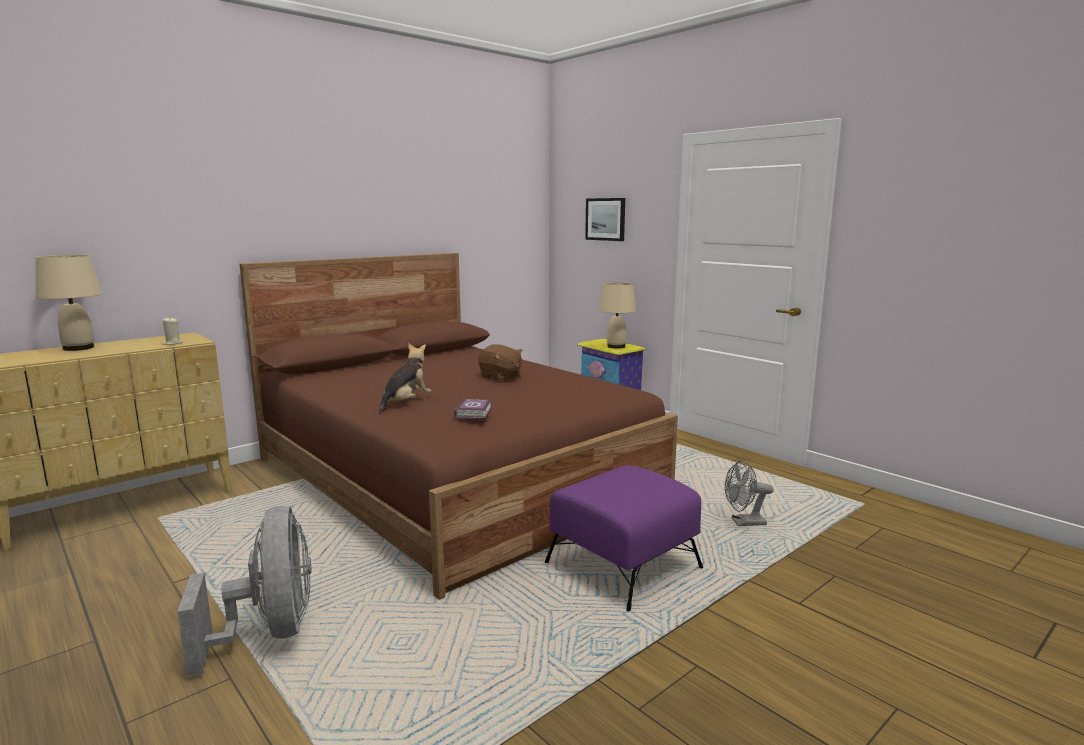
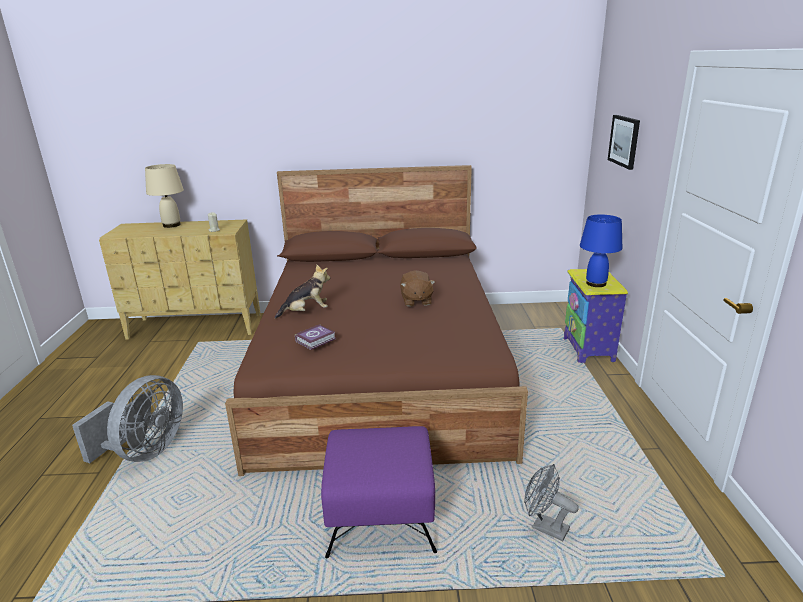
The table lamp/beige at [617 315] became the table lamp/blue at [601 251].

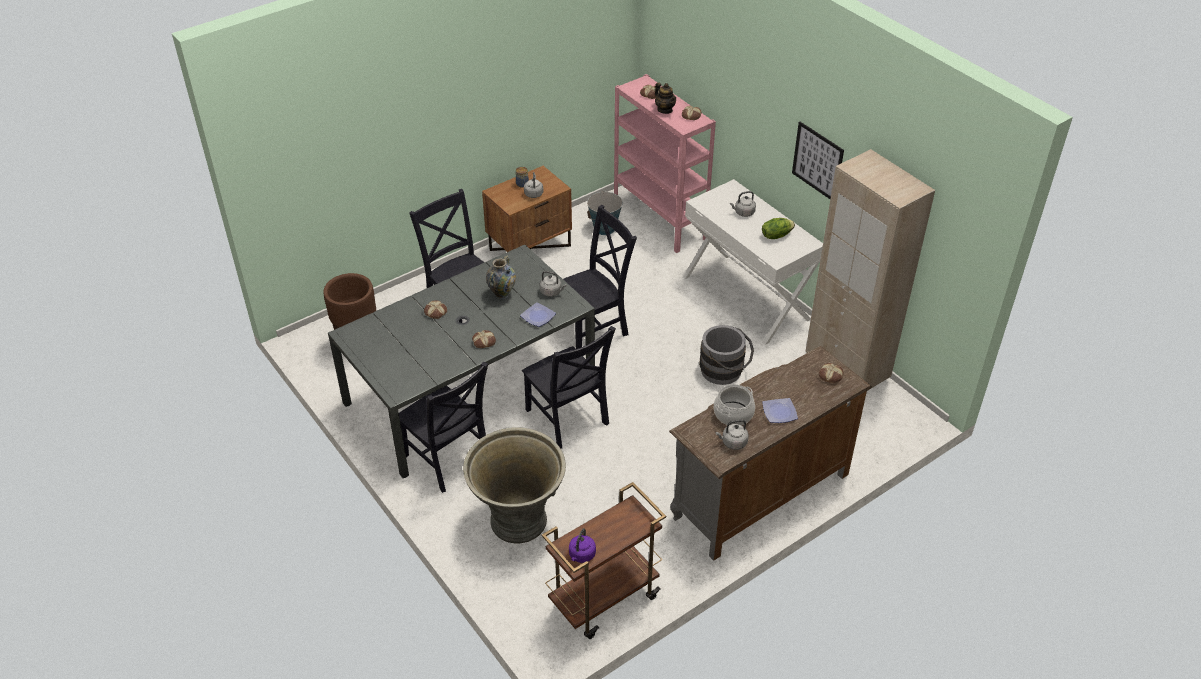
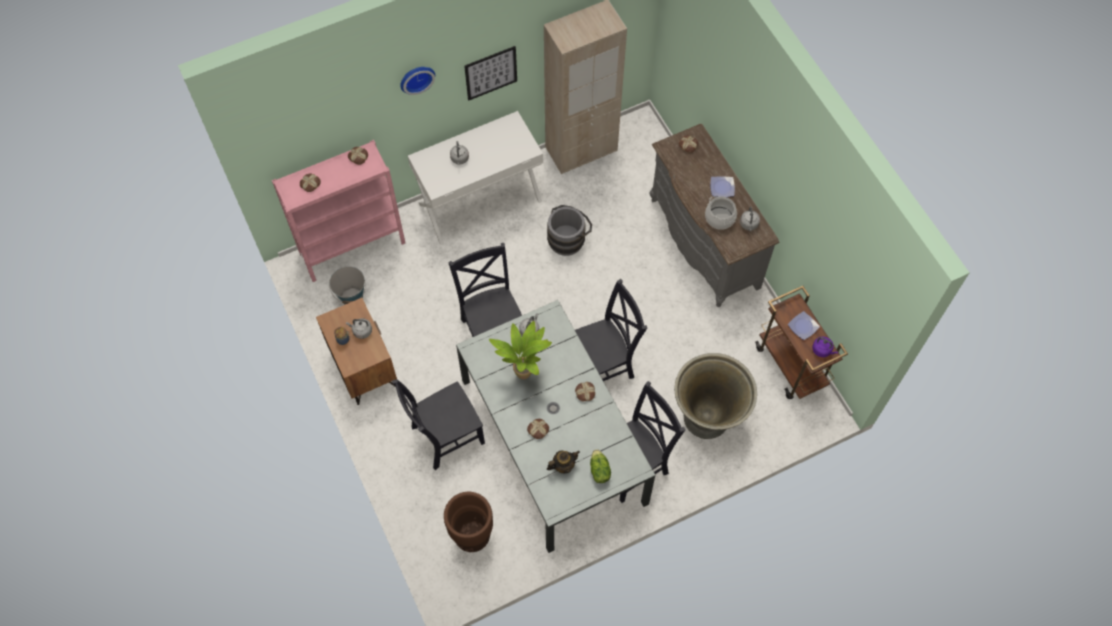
The wall clock at [417 81] appeared. The plate moved from [538 314] to [804 325]. The teapot moved from [665 98] to [563 462]. The lettuce moved from [778 228] to [600 466]. The vase at [501 277] was replaced by the potted plant at [520 350].

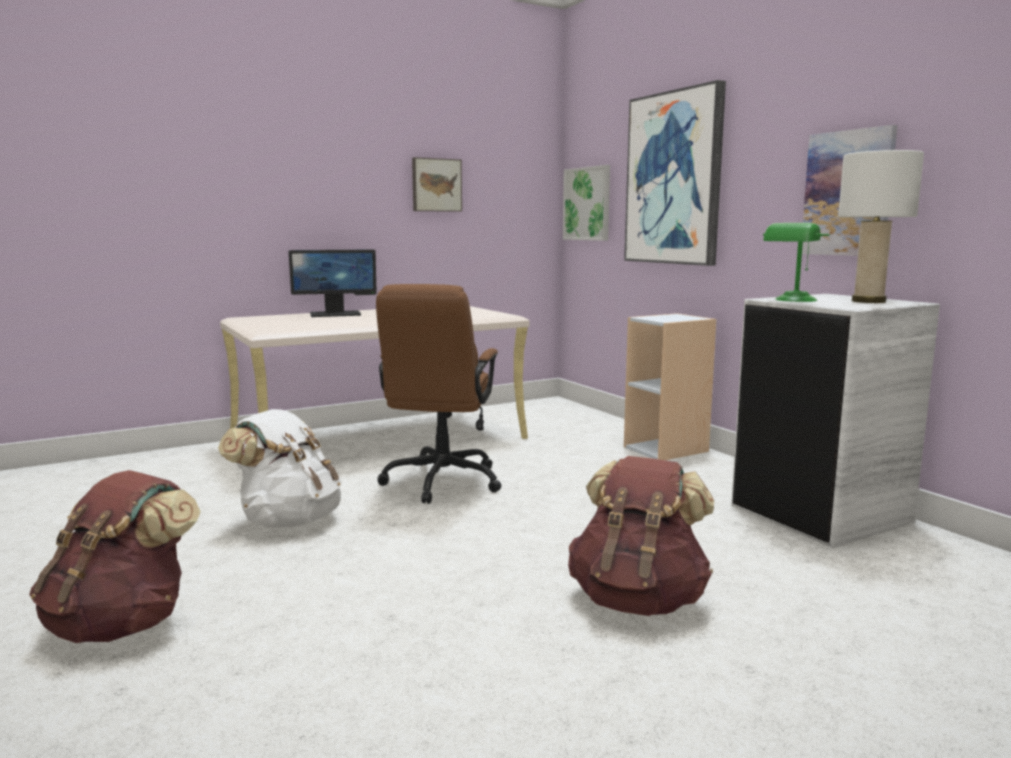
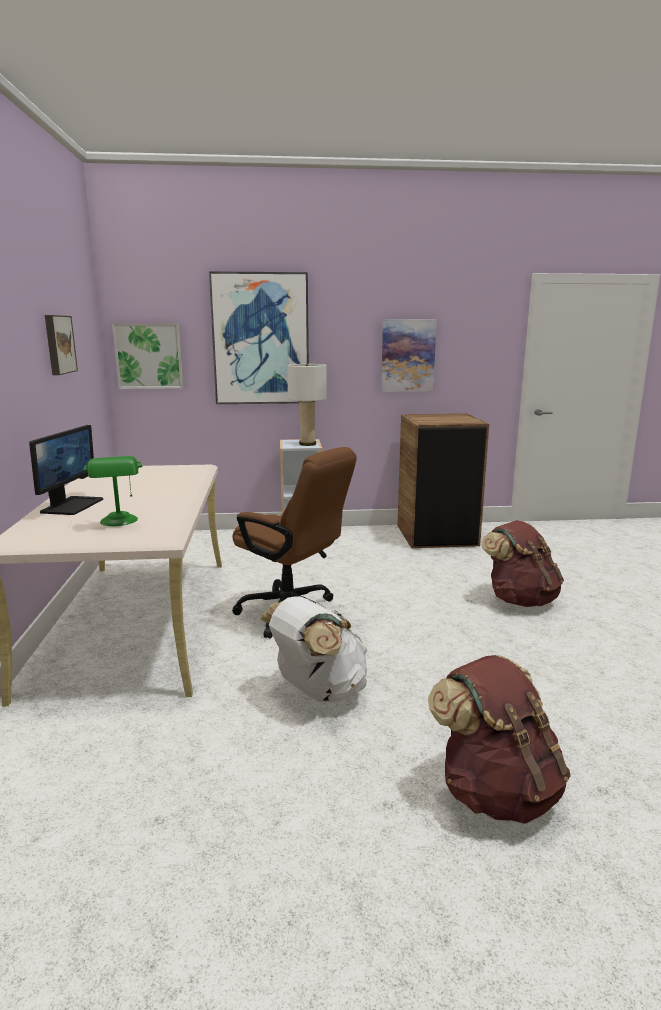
The table lamp/green moved from [796 262] to [112 491]. The table lamp/white moved from [881 226] to [307 405]. The cabinet/white at [835 421] became the cabinet/brown at [443 480].

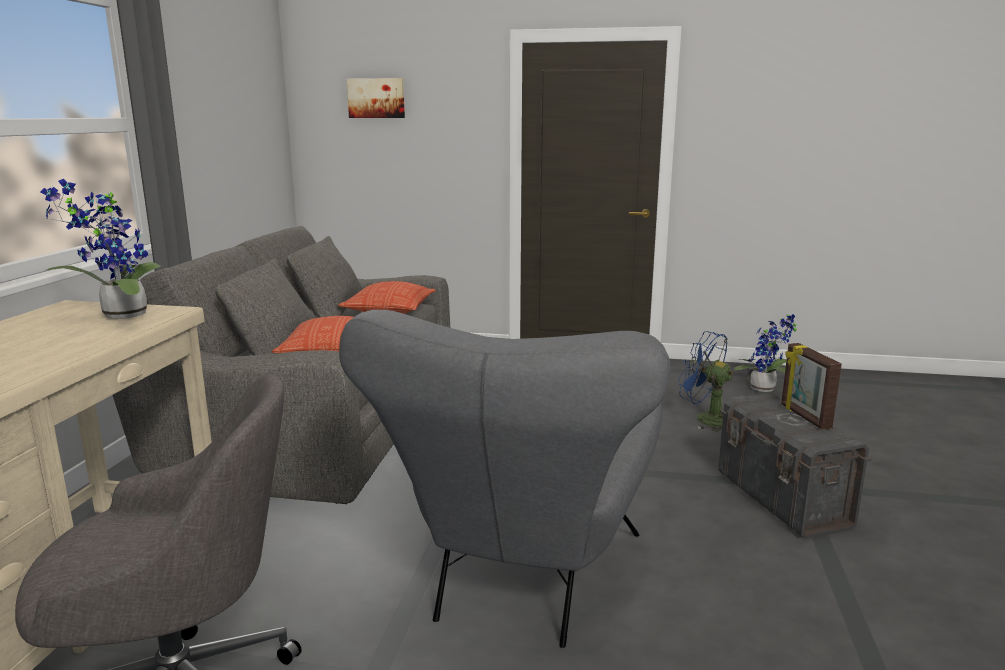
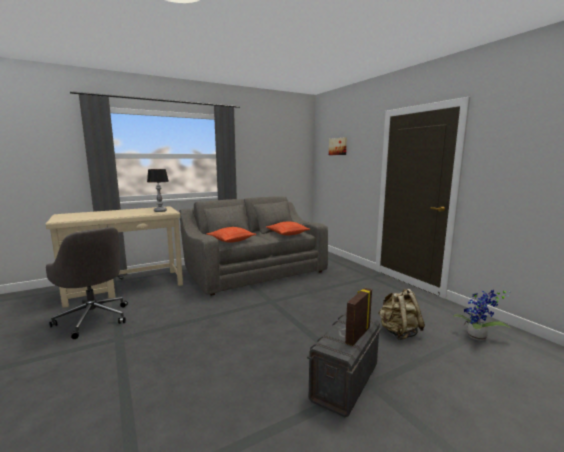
The armchair/grey at [504 479] disappeared. The potted plant at [100 249] was replaced by the table lamp at [158 190]. The fan/blue at [705 381] was replaced by the backpack/beige at [401 314].

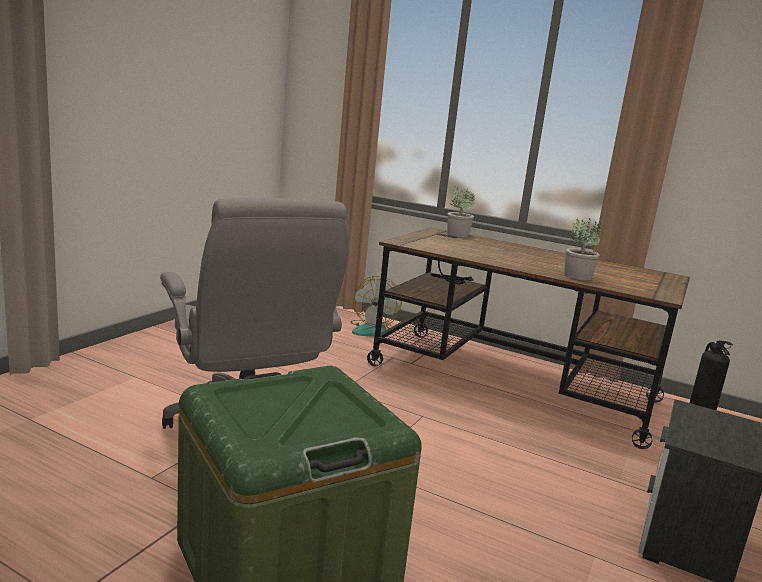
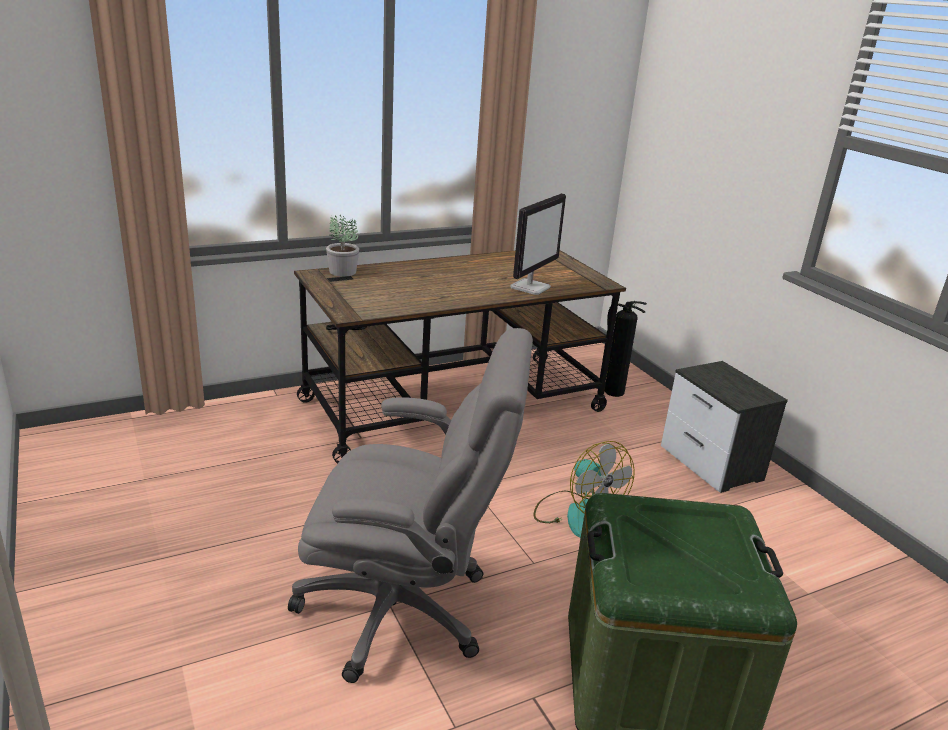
The fan moved from [376 306] to [584 489]. The potted plant at [583 249] was replaced by the monitor at [538 244].

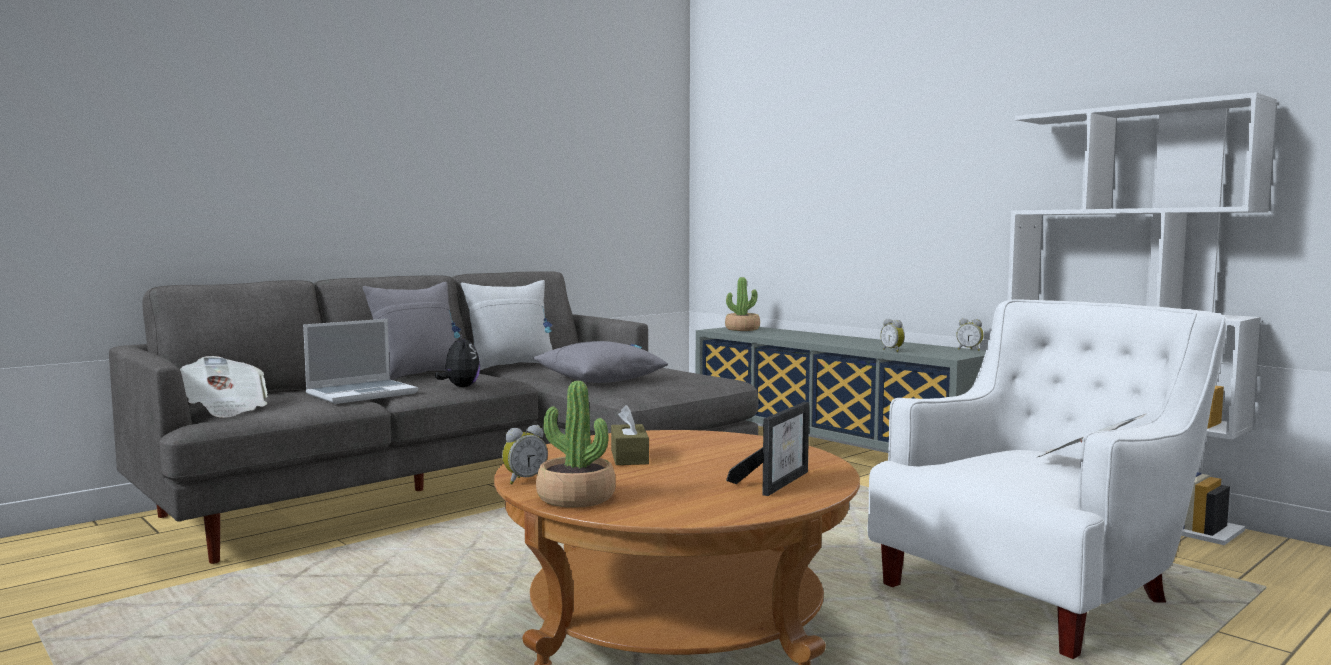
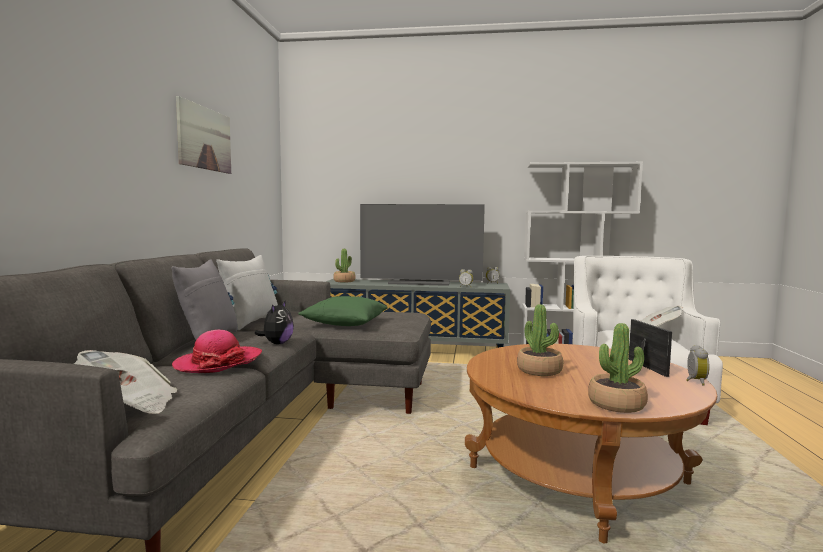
The picture at [203 135] appeared. The television at [422 245] appeared. The alarm clock moved from [525 454] to [698 365]. The laptop at [360 361] was replaced by the hat at [217 351]. The tissue box/brown at [630 435] was replaced by the potted plant at [540 340]. The pillow/grey at [600 362] became the pillow/green at [343 311]. The plush toy at [457 360] turned 75 degrees clockwise.

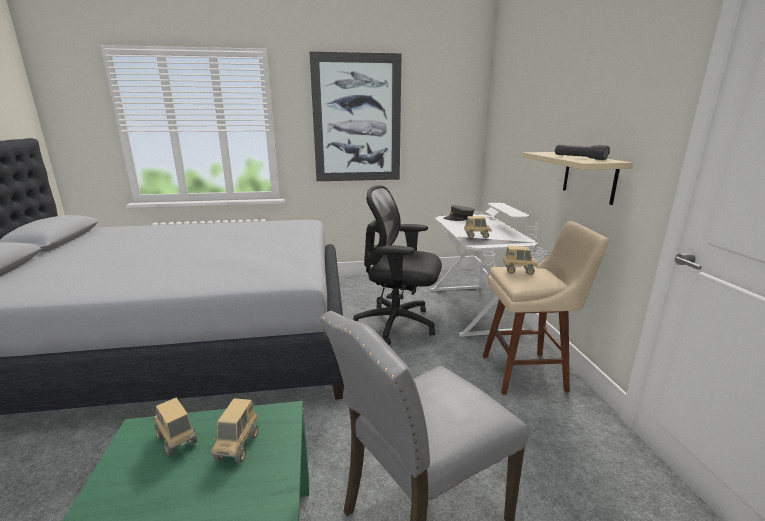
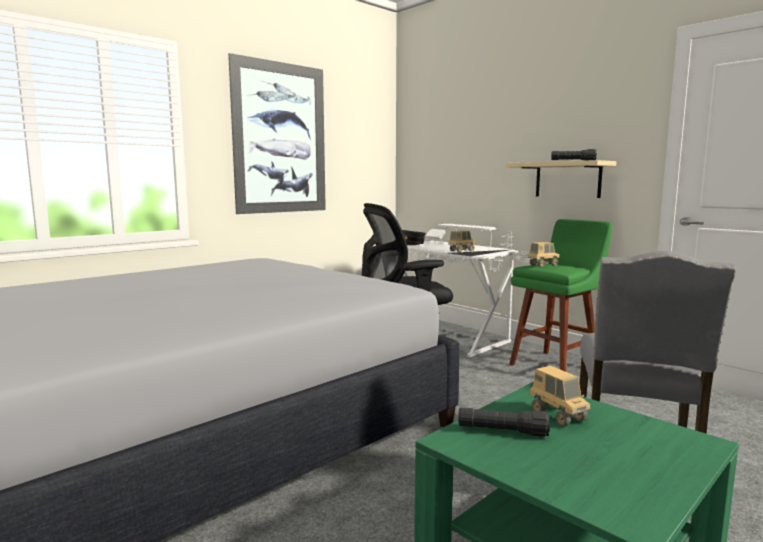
The toy truck at [175 427] was replaced by the flashlight/black at [504 422]. The stool/beige at [546 308] became the stool/green at [561 295].

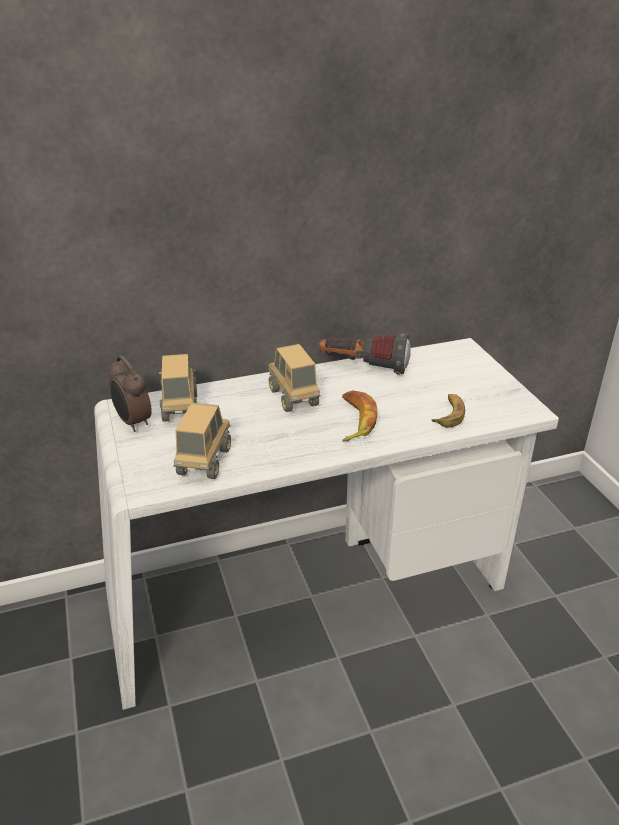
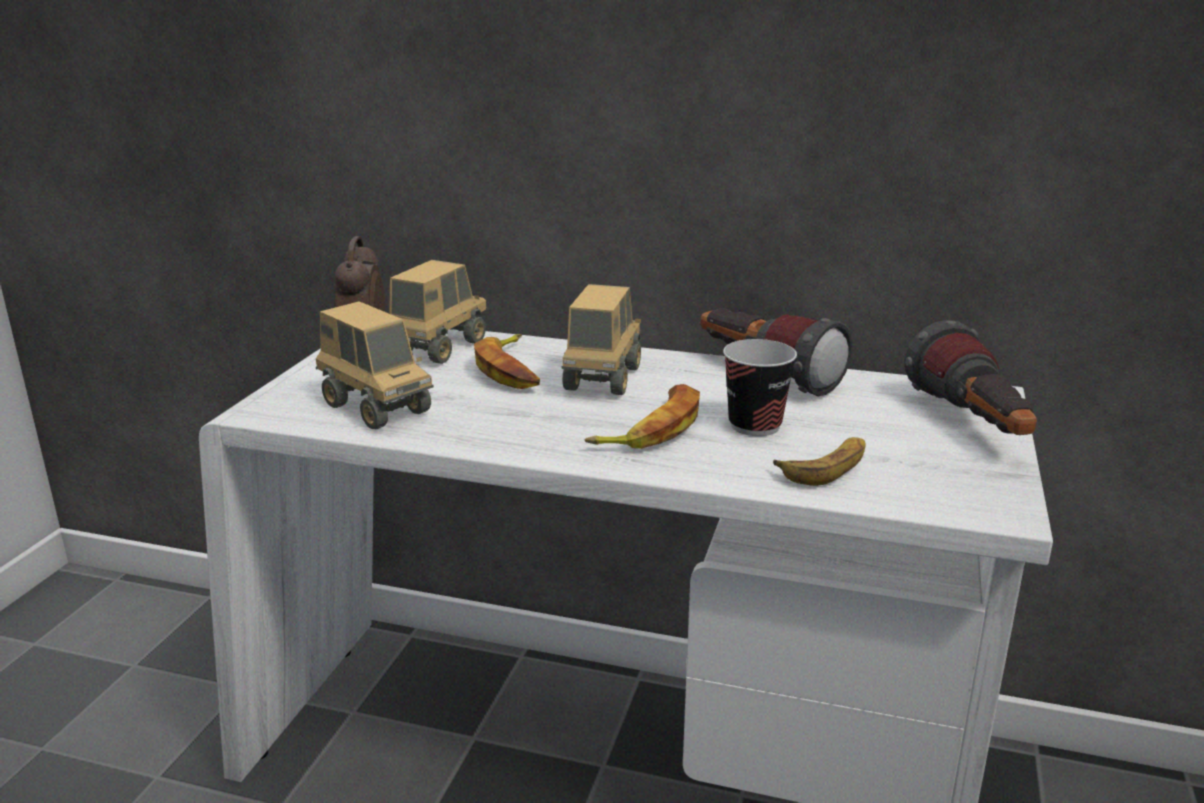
The banana at [507 361] appeared. The cup at [760 387] appeared. The flashlight at [971 377] appeared. The toy truck at [202 441] turned 90 degrees clockwise.

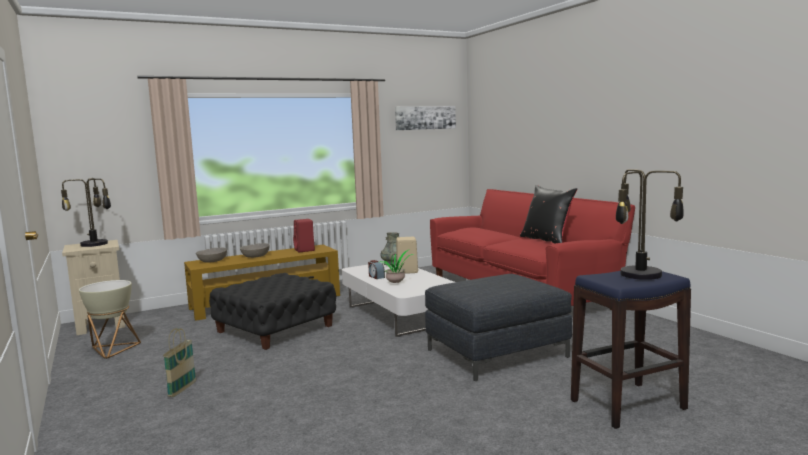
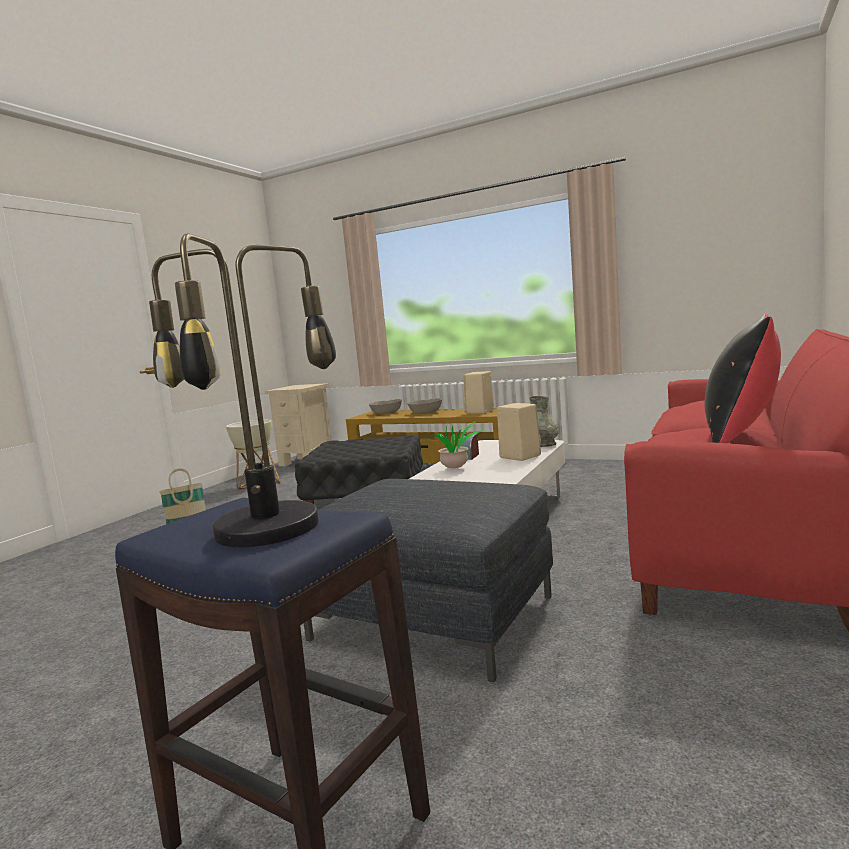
The table lamp at [86 212] disappeared. The picture at [425 118] disappeared. The speaker/red at [304 235] became the speaker/beige at [479 392].

